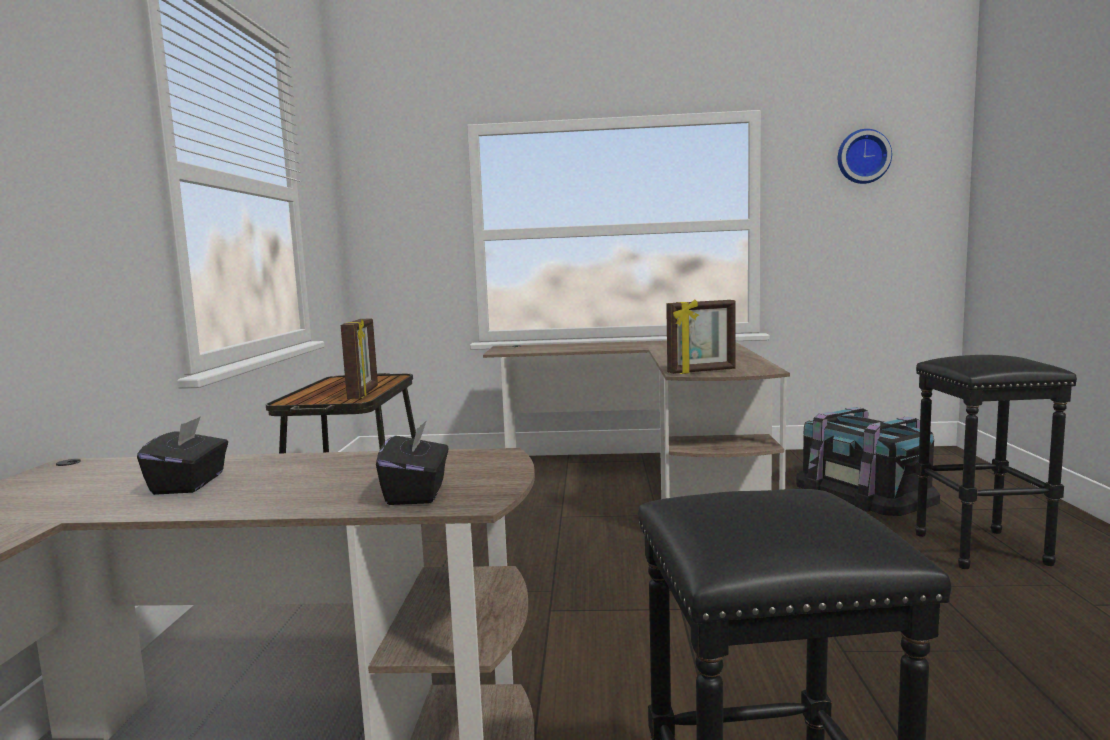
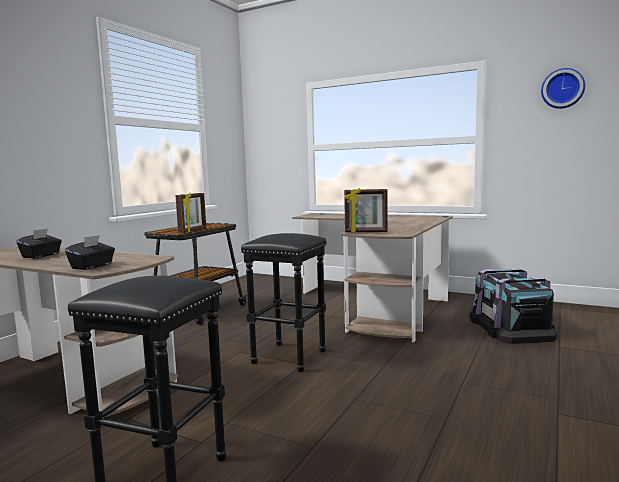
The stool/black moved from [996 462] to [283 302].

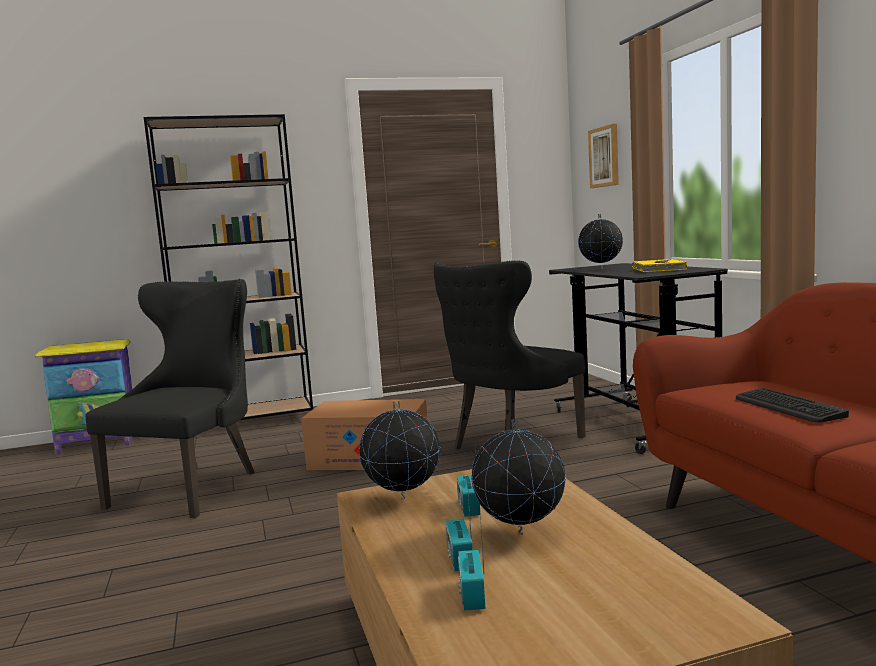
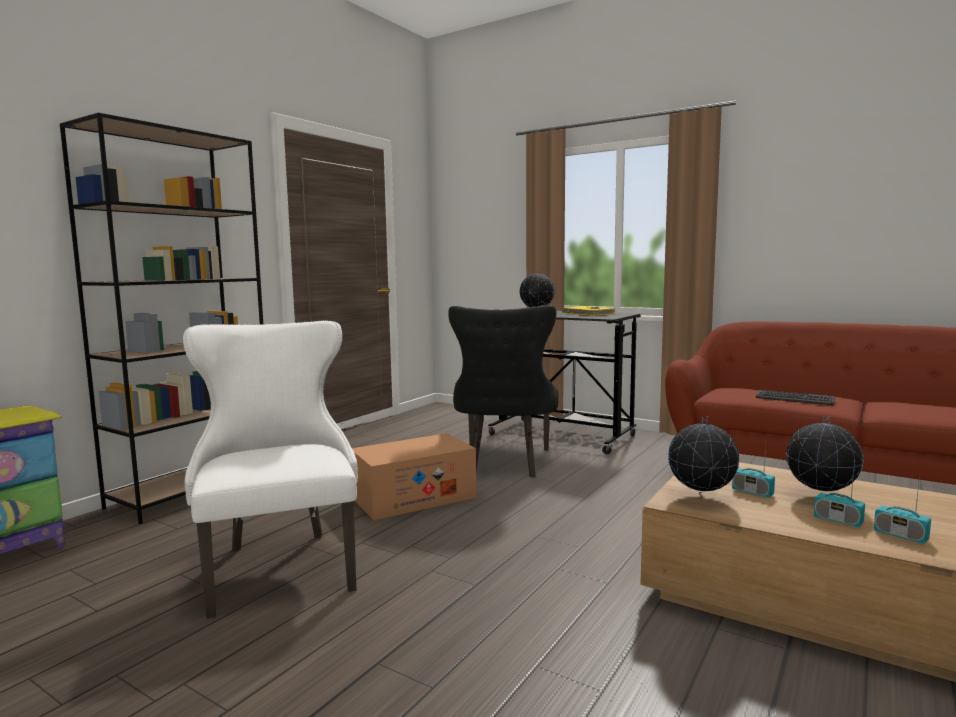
The picture at [603 156] disappeared. The chair/black at [170 398] became the chair/white at [270 469].

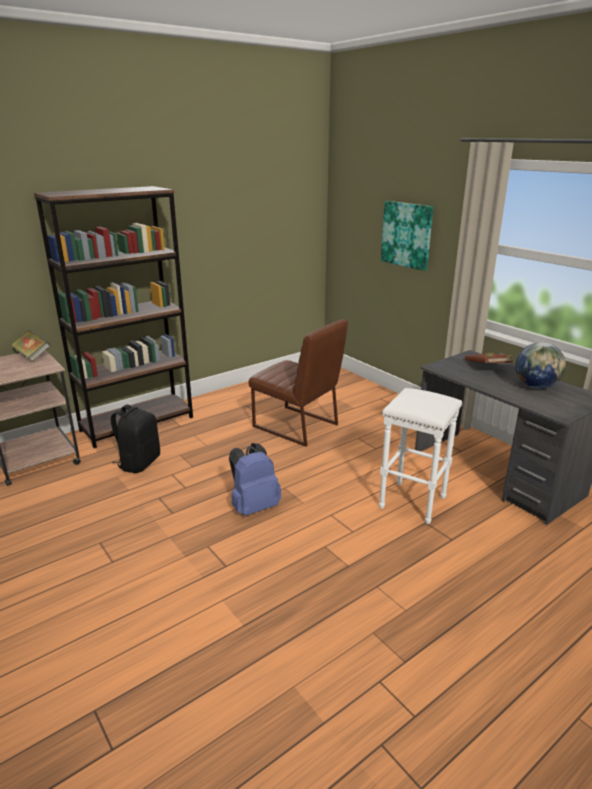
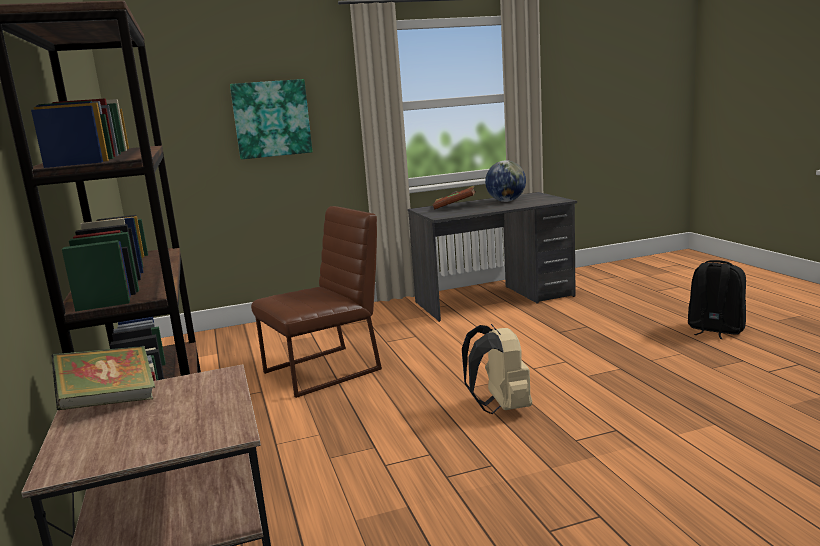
The stool/white at [420 456] disappeared. The backpack/black moved from [135 438] to [717 299]. The backpack/blue at [255 479] became the backpack/beige at [497 369].

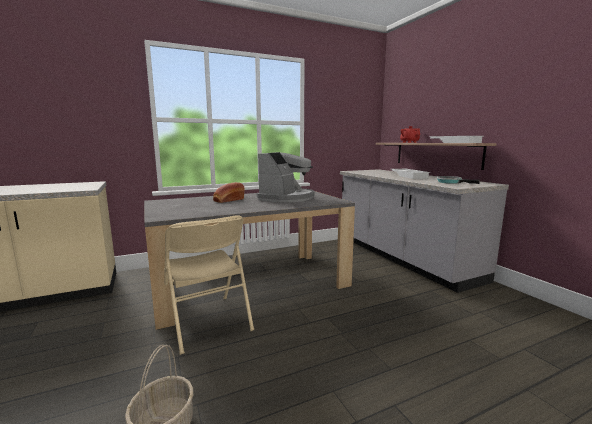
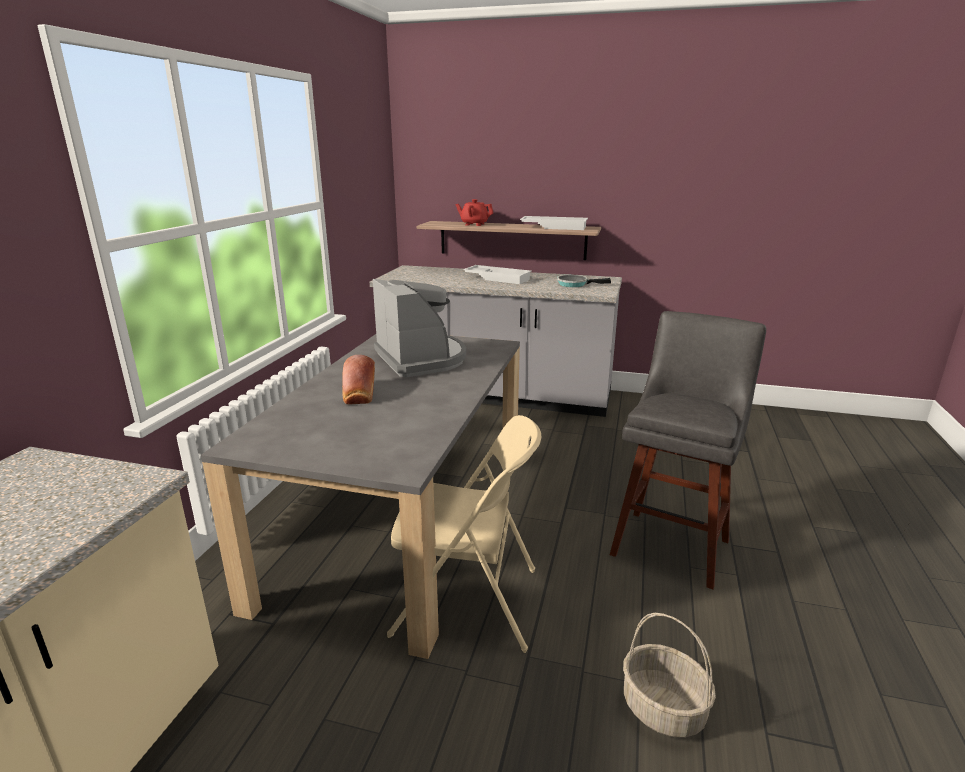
The stool/grey at [688 450] appeared.

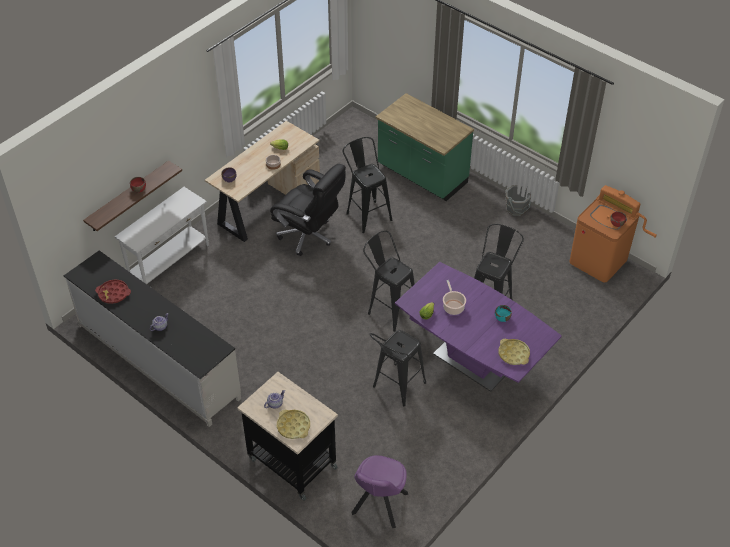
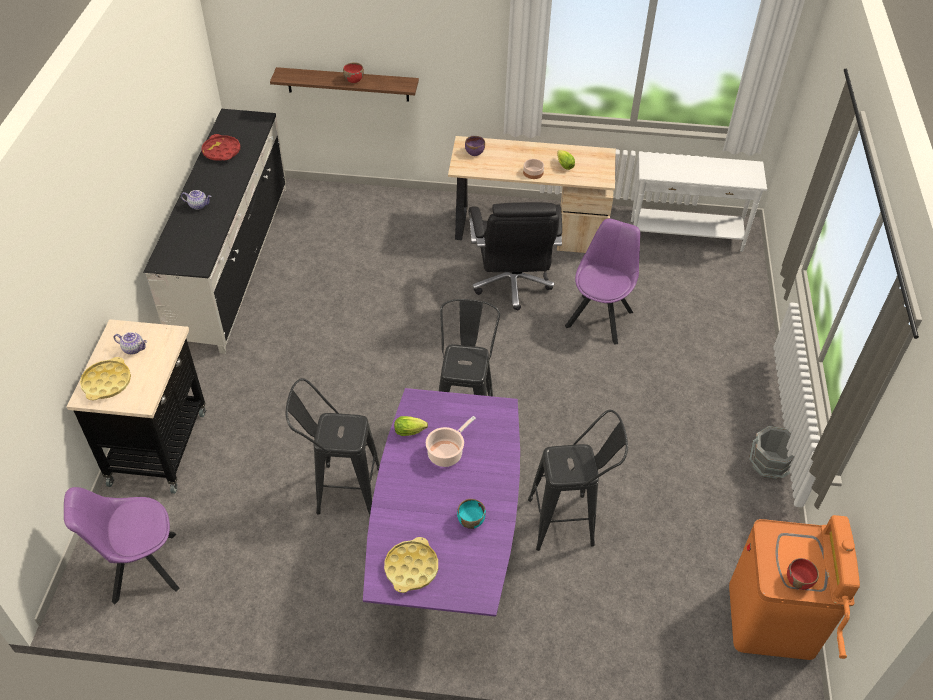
The counter/green at [425 147] disappeared. The console table/white moved from [162 235] to [699 202]. The stool/black at [367 185] was replaced by the chair/purple at [602 281].

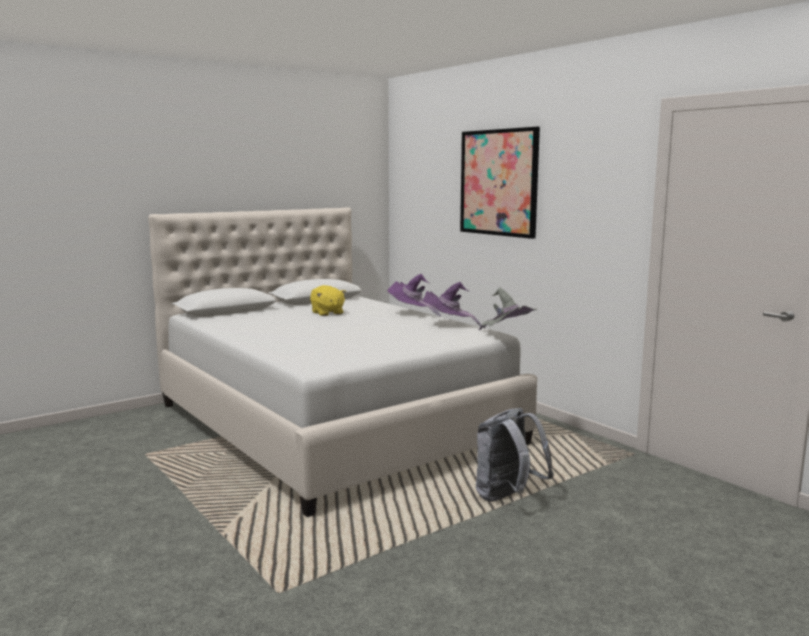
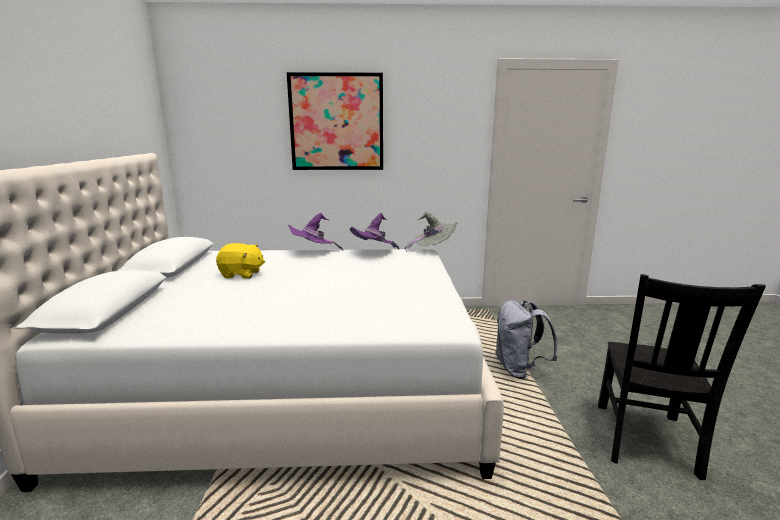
The chair/black at [682 377] appeared.

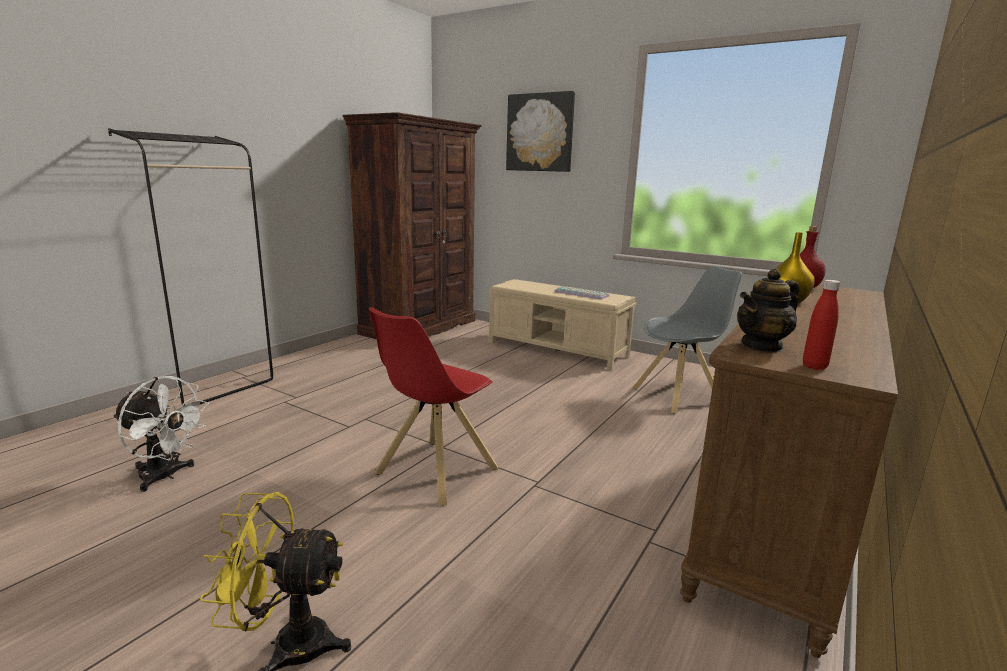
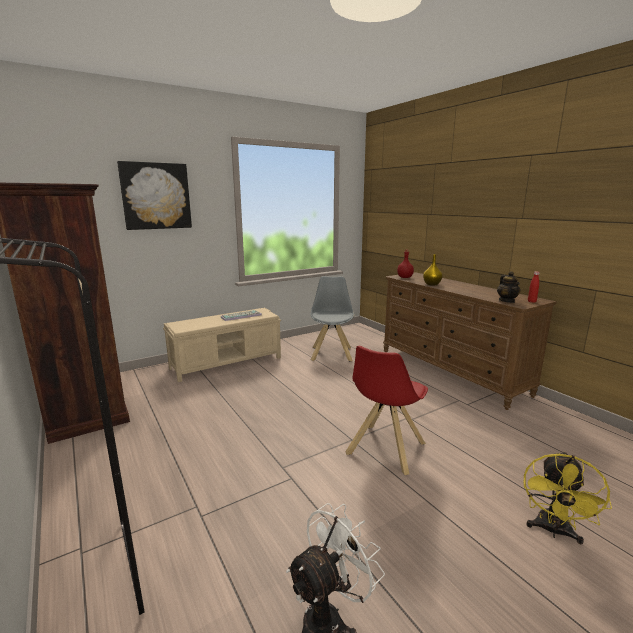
The chair/red at [434 406] turned 60 degrees clockwise.

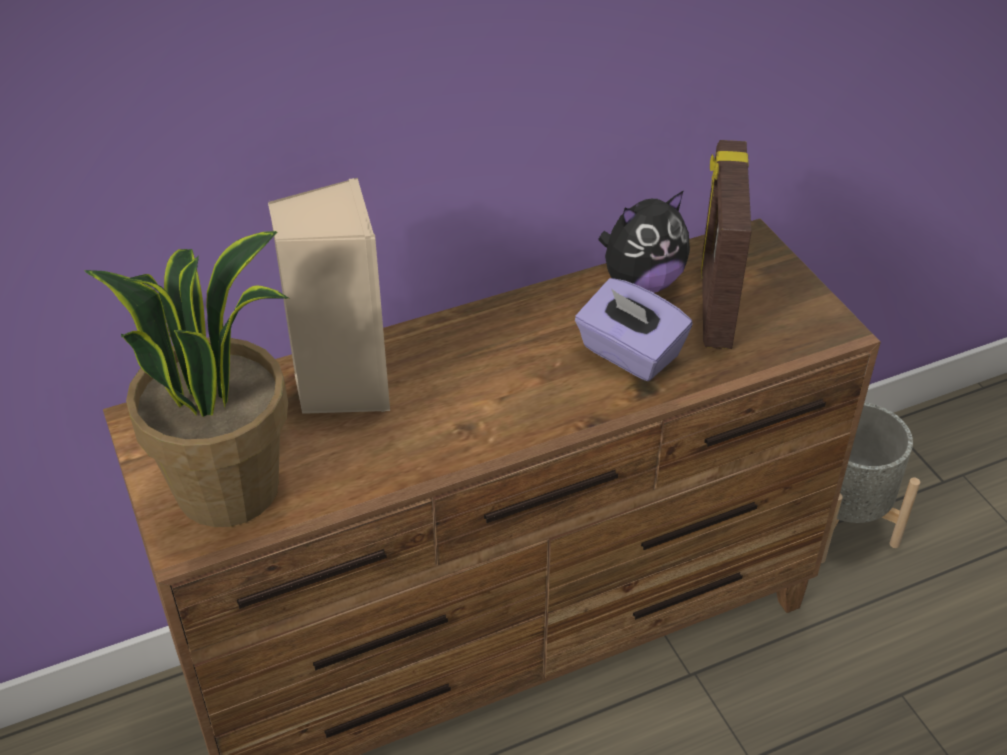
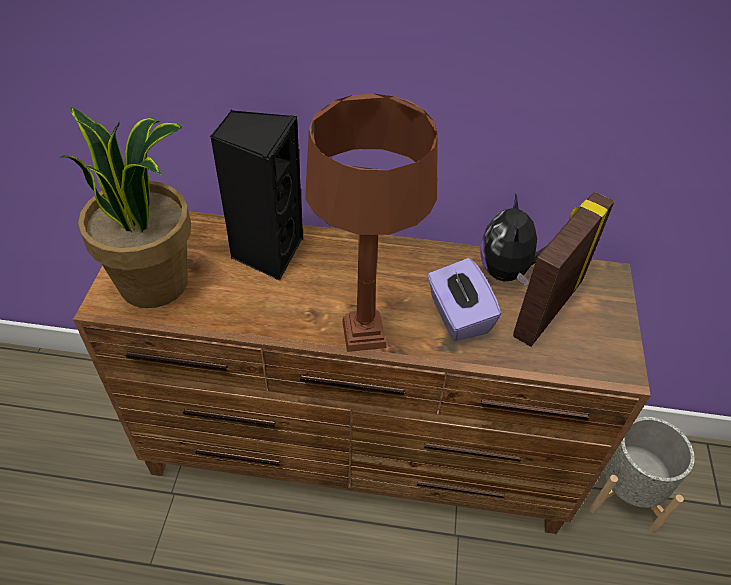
The table lamp/brown at [372 222] appeared. The speaker/beige at [329 296] became the speaker/black at [256 195]. The plush toy at [644 241] turned 90 degrees clockwise.

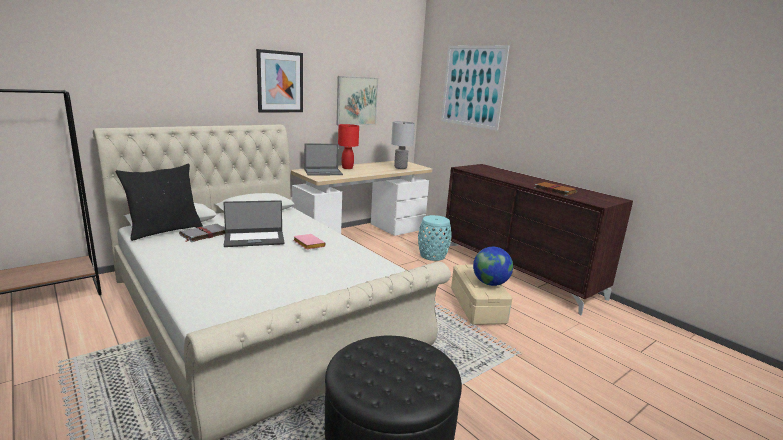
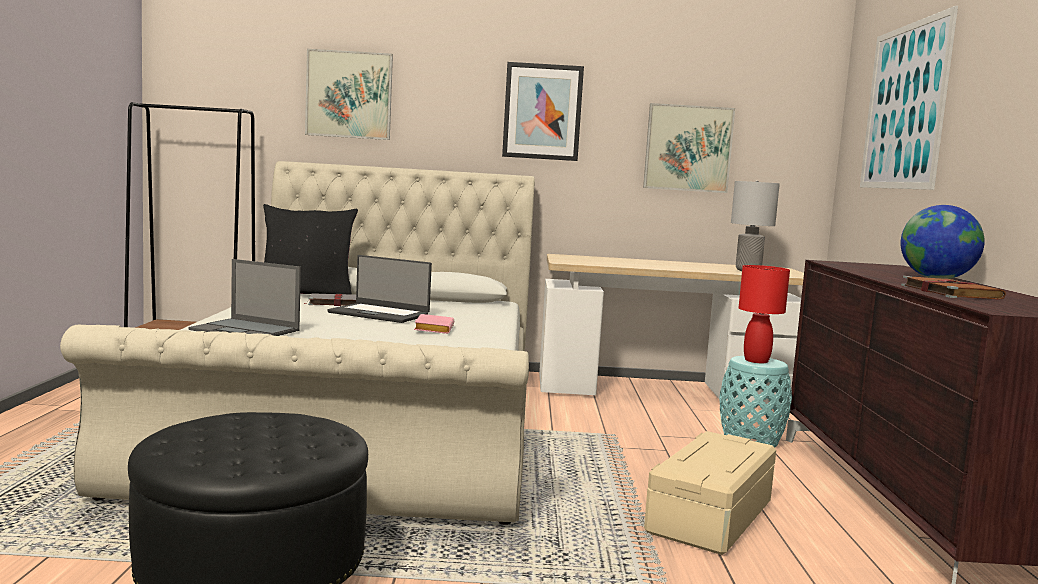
The picture at [349 94] appeared. The laptop moved from [323 159] to [245 297]. The table lamp/red moved from [348 146] to [764 314]. The globe moved from [493 266] to [942 242].

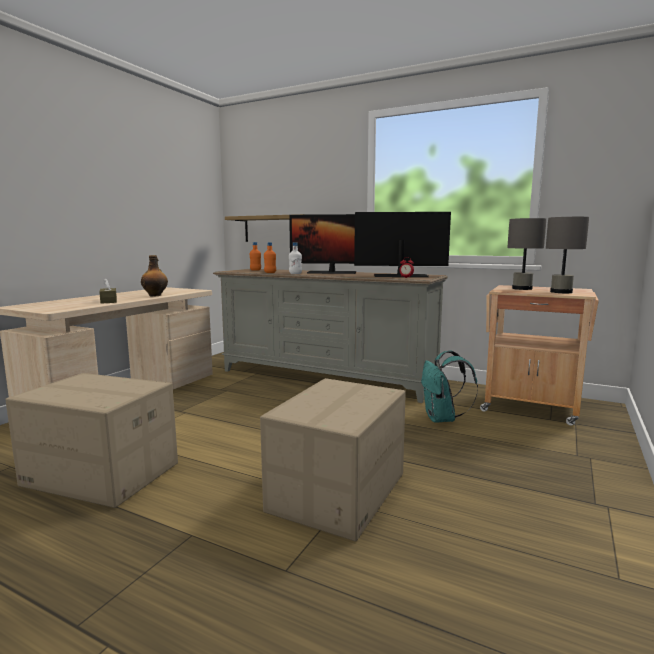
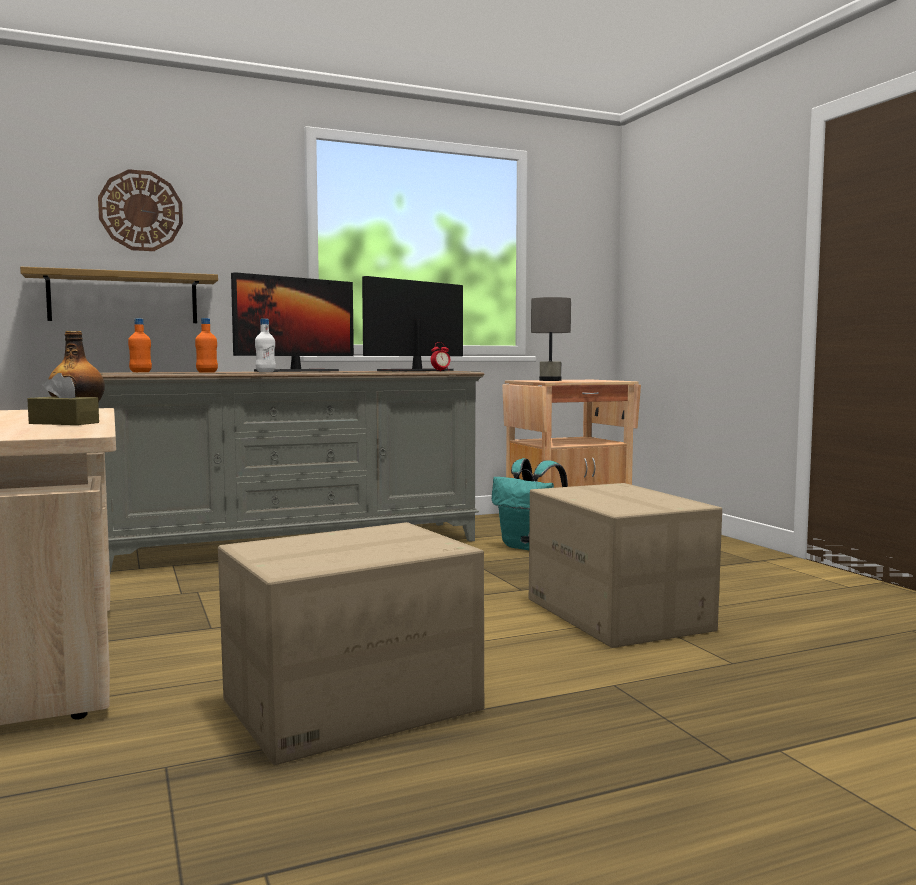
The table lamp/grey at [567 255] disappeared. The wall clock at [140 210] appeared.

